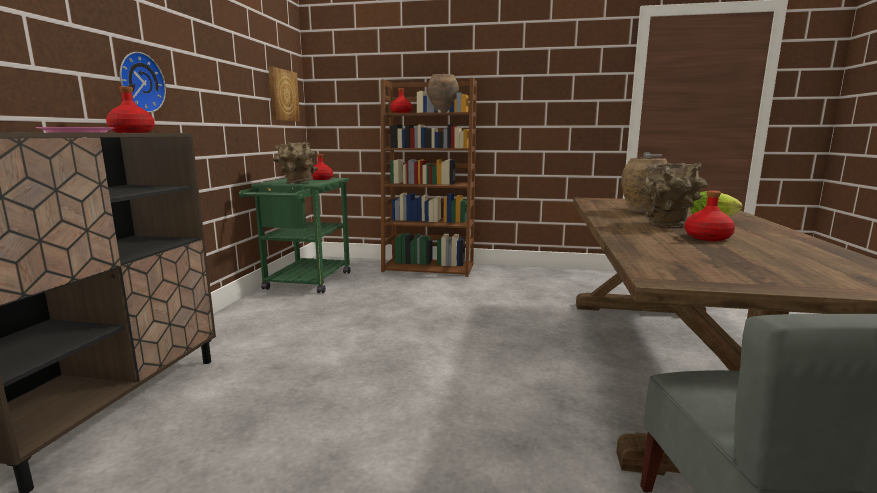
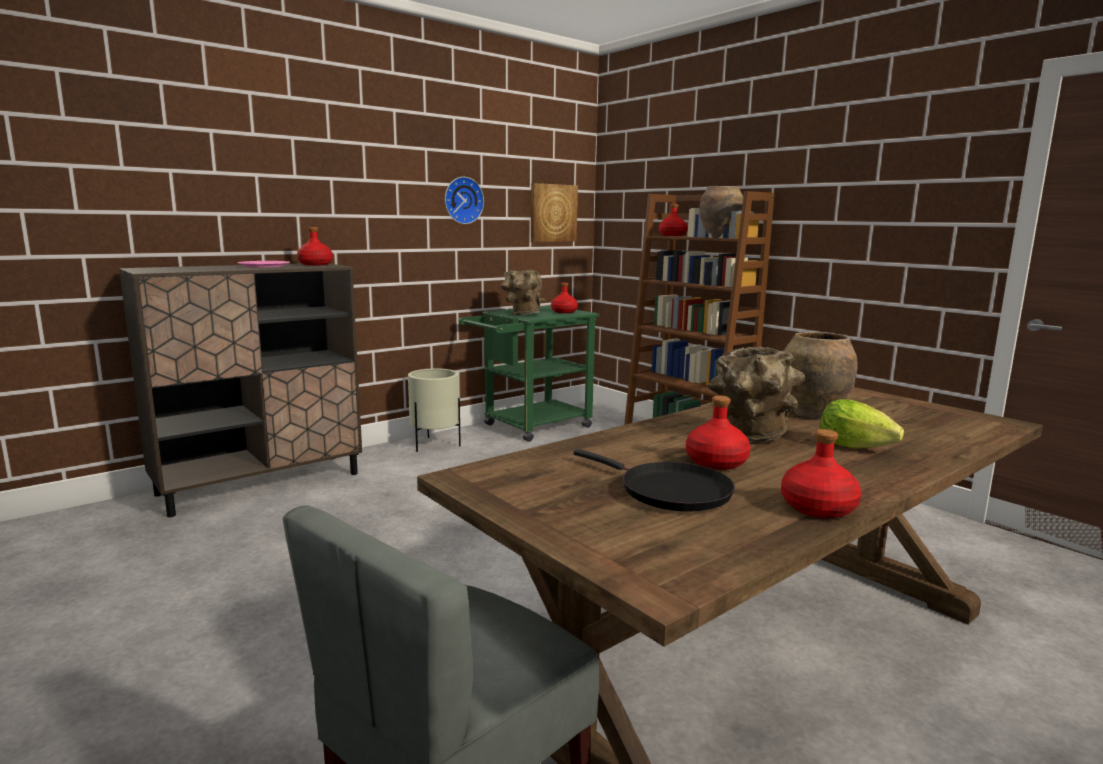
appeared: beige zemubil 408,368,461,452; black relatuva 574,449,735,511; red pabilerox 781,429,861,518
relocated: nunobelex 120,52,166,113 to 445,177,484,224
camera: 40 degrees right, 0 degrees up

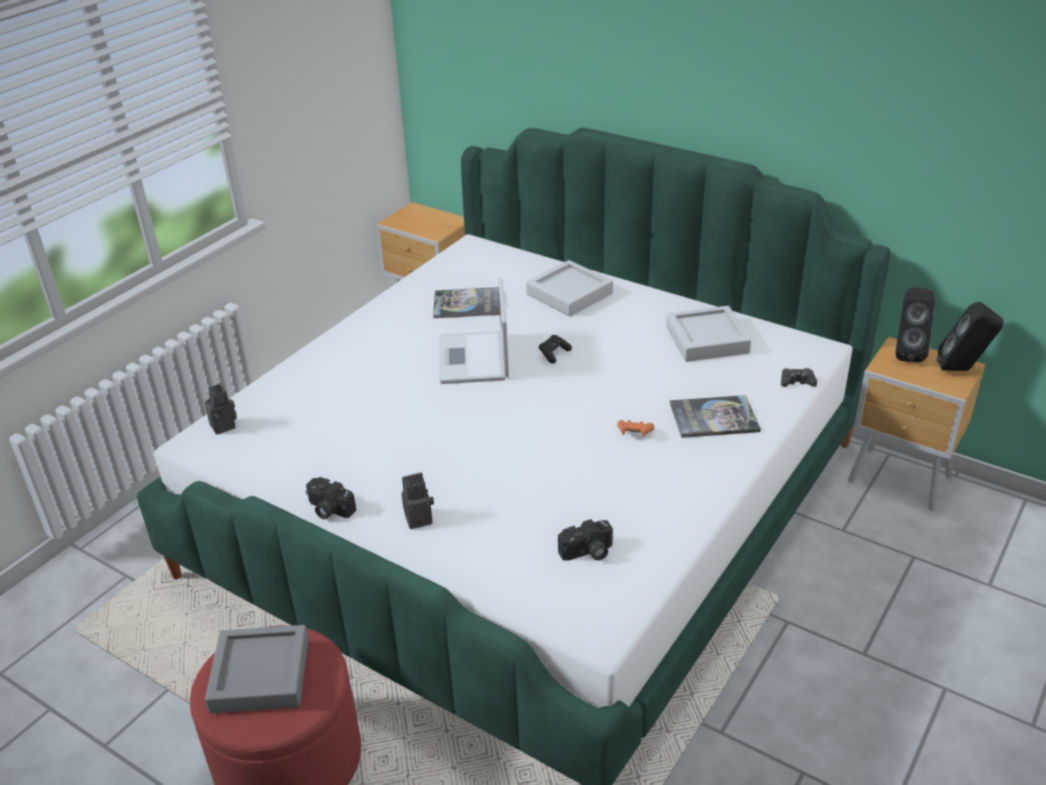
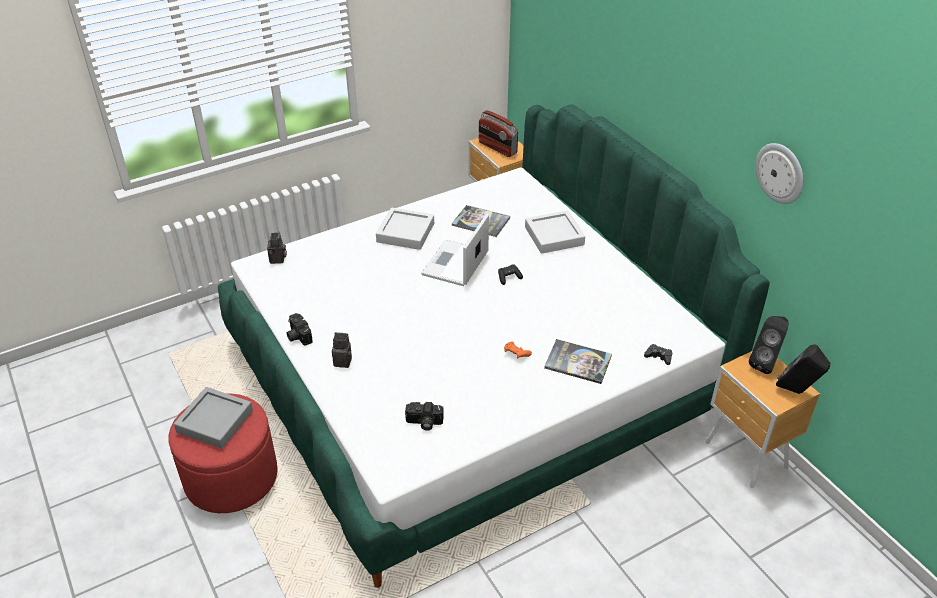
appeared: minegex 479,110,518,157; nunobelex 755,143,804,204
relocated: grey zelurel 666,306,751,362 to 376,208,434,250
camera: 25 degrees right, 5 degrees up

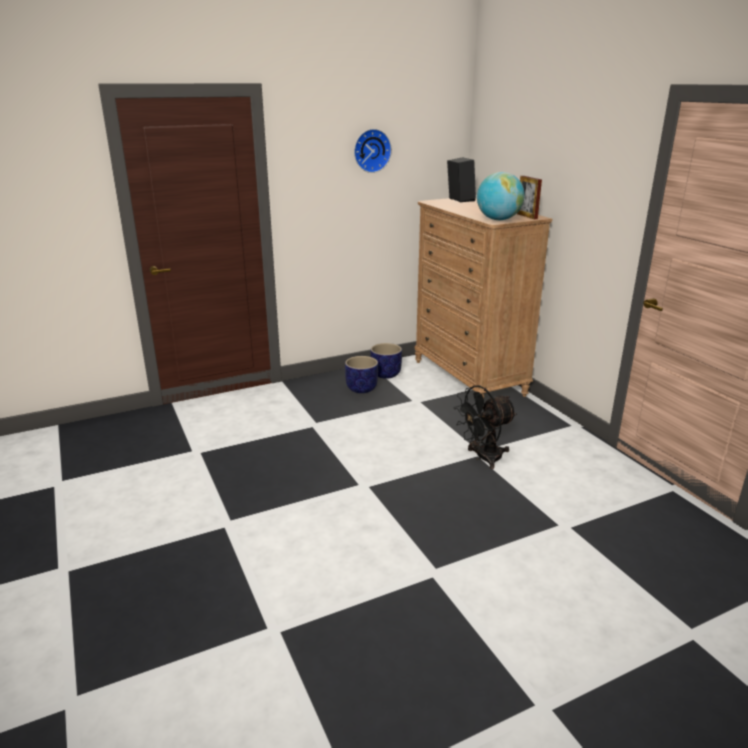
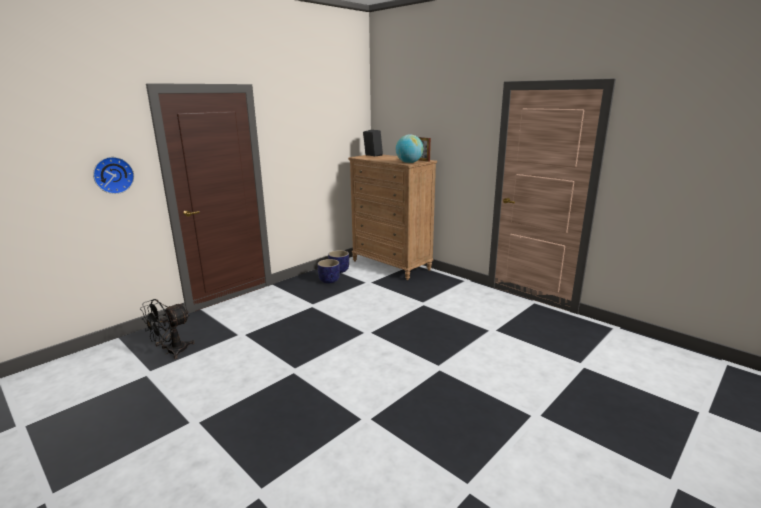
relocated: nunobelex 354,129,392,173 to 93,157,134,194; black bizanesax 454,385,517,469 to 140,299,195,359
camera: 20 degrees left, 5 degrees down

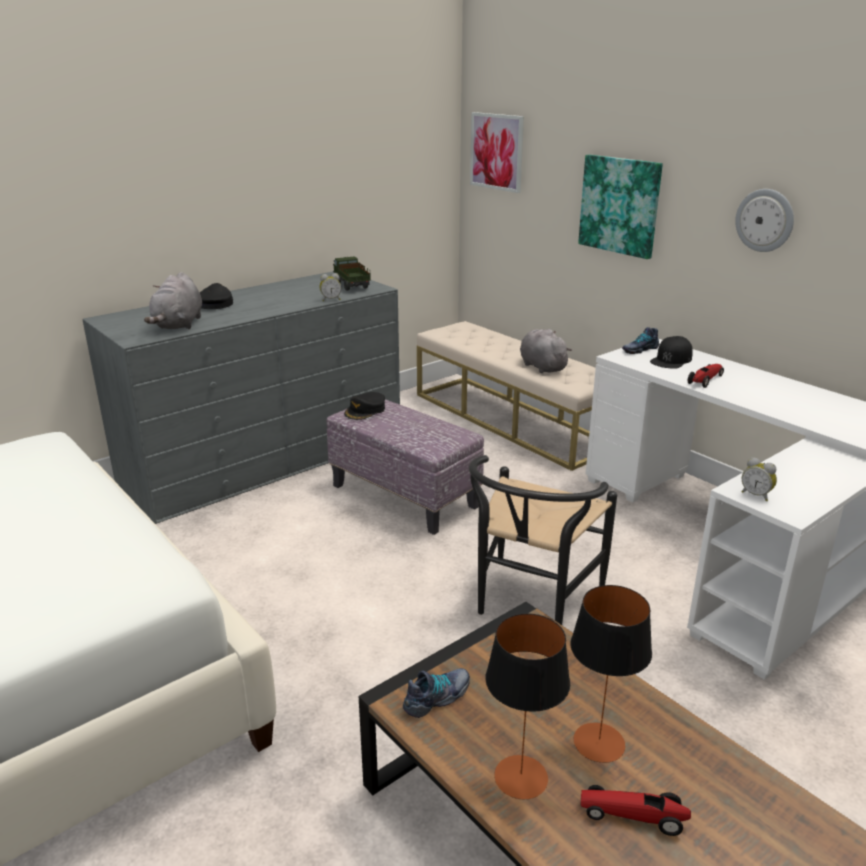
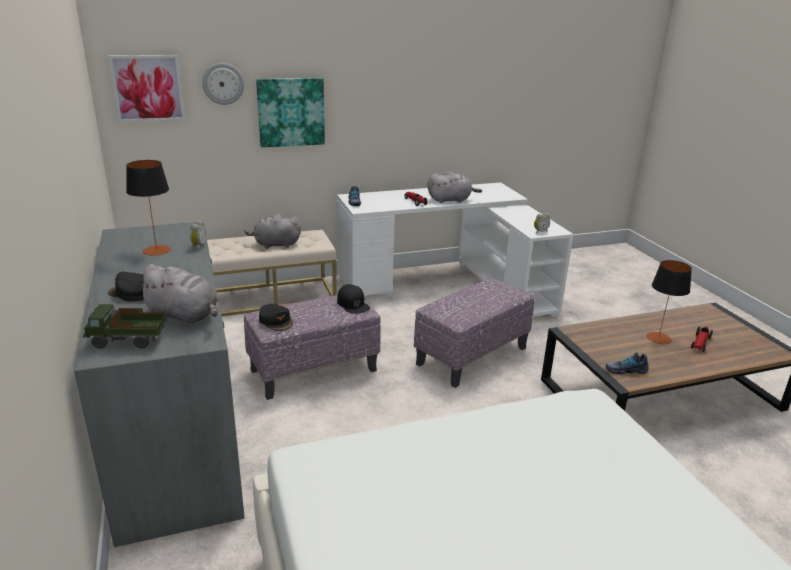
appeared: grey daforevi 428,171,482,203
relocated: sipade 333,256,371,291 to 83,304,166,349; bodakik 485,613,570,799 to 126,160,171,256; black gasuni 650,336,693,369 to 337,284,370,314; nunobelex 735,189,794,252 to 202,63,244,105
exchanged: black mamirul 469,455,617,625 to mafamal 414,278,535,388
spun: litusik 403,668,470,718 = 605,352,649,374 75 degrees counterclockwise
camera: 70 degrees left, 0 degrees up

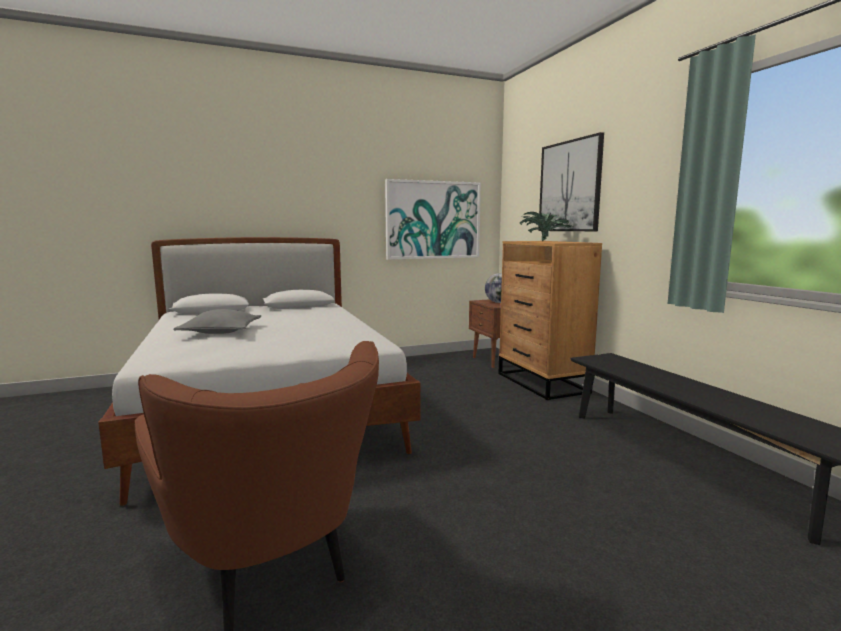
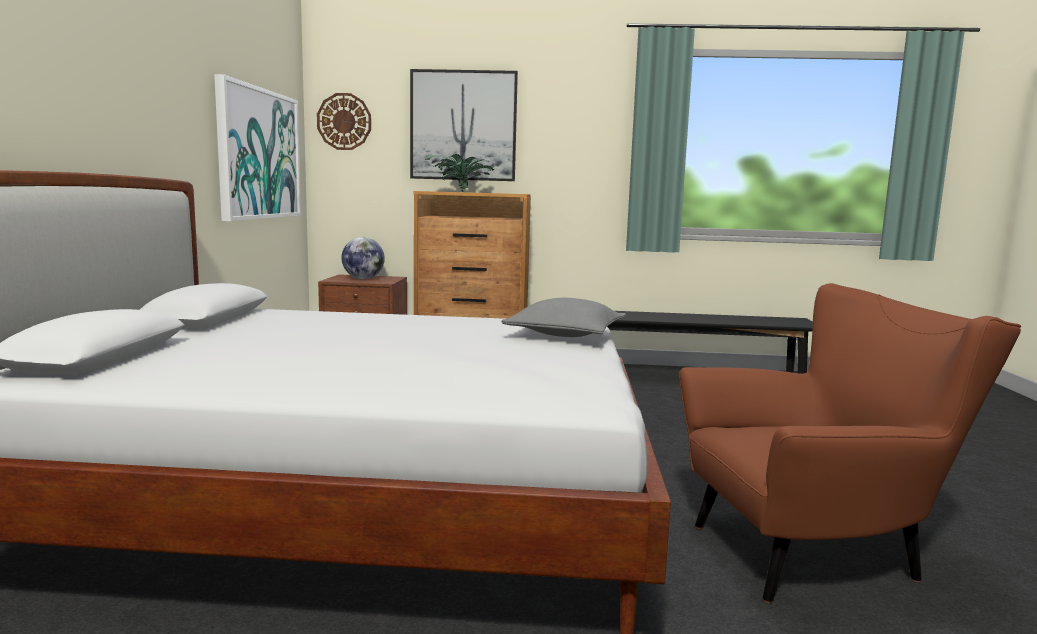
appeared: nunobelex 317,93,371,150
relocated: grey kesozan 173,309,261,334 to 501,298,626,337
camera: 65 degrees left, 0 degrees up

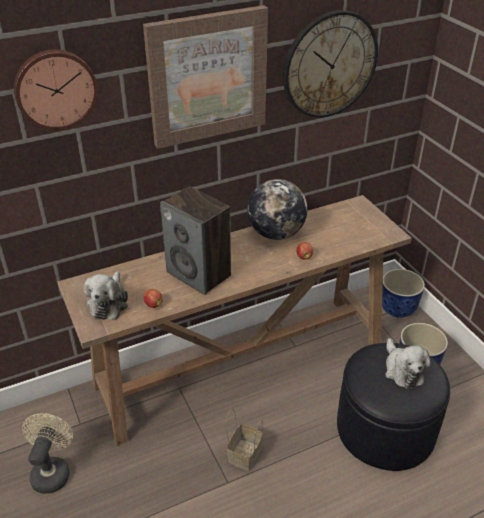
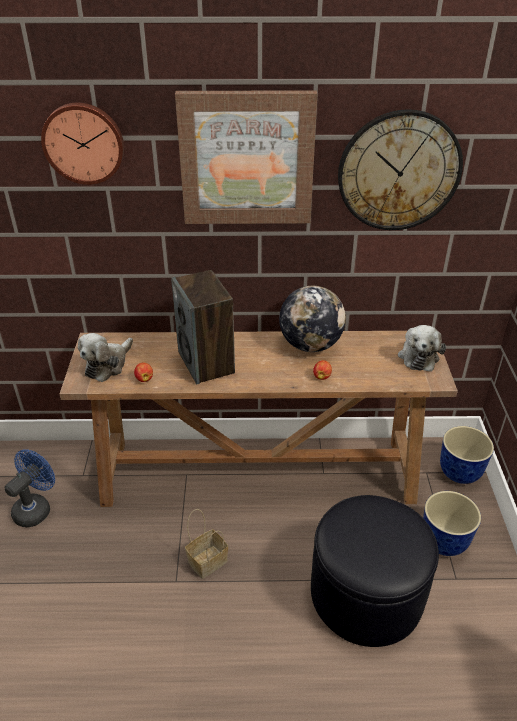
relocated: daforevi 385,338,430,389 to 398,325,446,371
colour: beige bizanesax 22,413,73,494 to blue bizanesax 5,449,55,527
camera: 25 degrees right, 0 degrees up

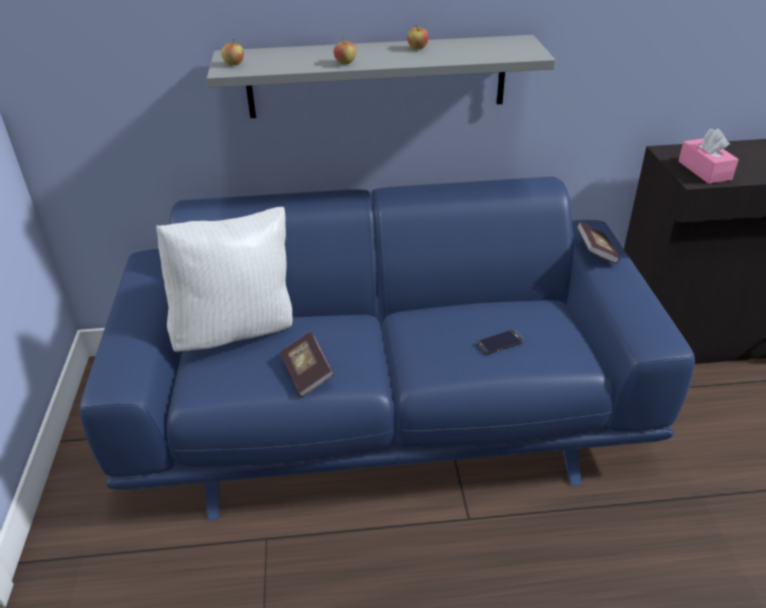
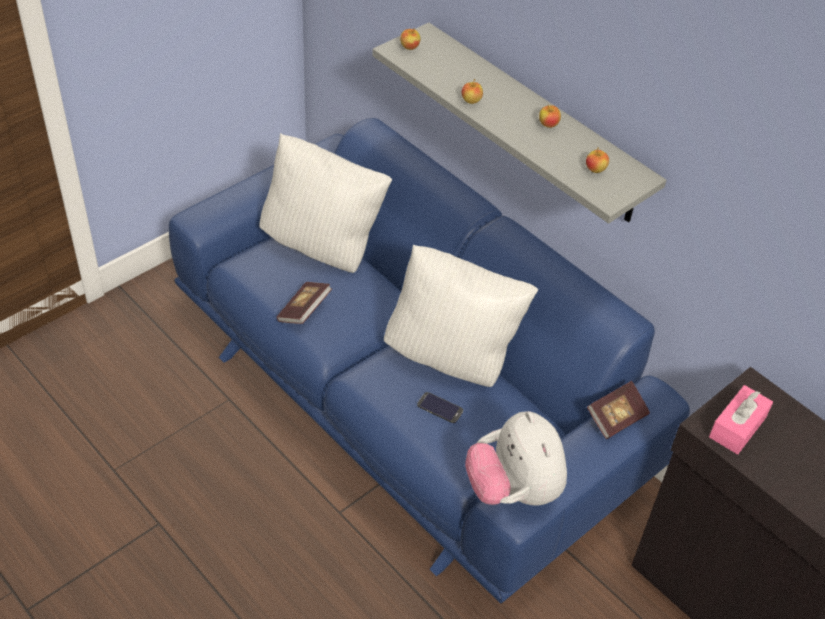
appeared: white kesozan 384,244,538,387; daforevi 465,411,567,506; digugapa 586,147,609,173
camera: 50 degrees right, 10 degrees up

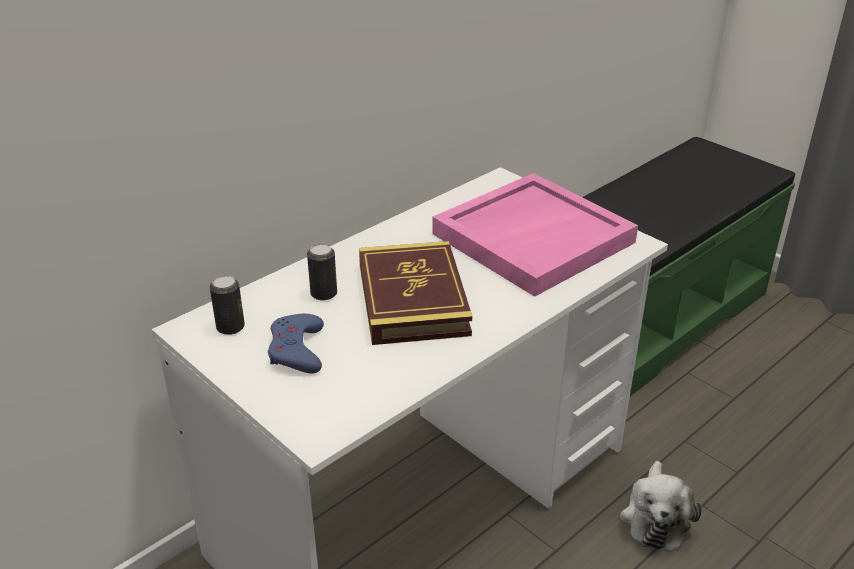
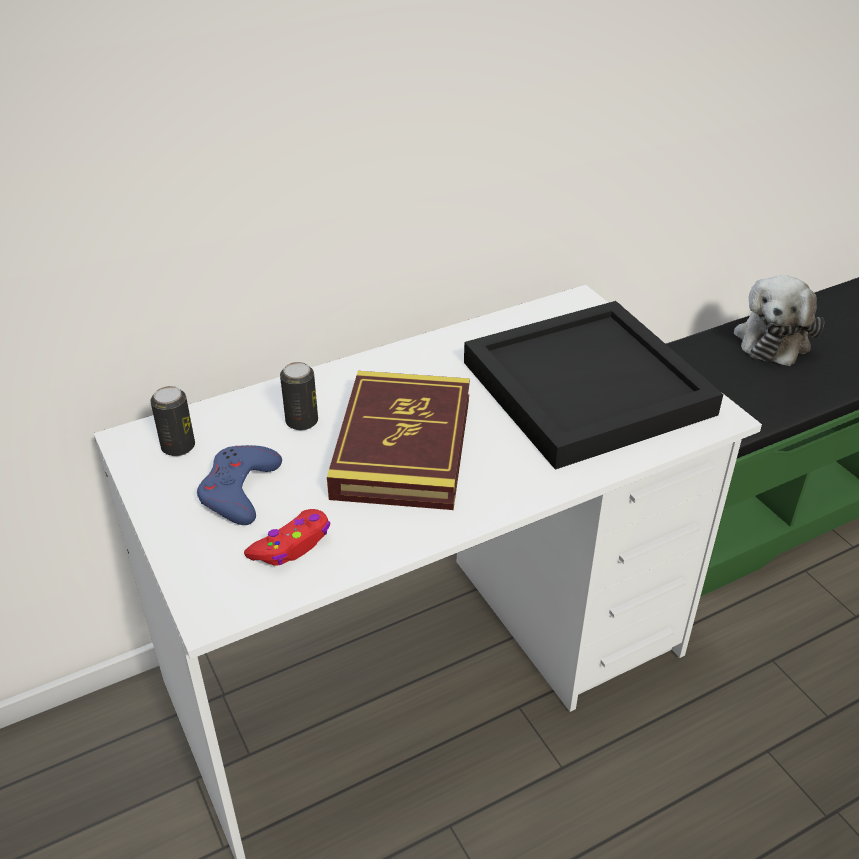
appeared: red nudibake 244,509,330,566
relocated: daforevi 620,461,701,551 to 734,275,825,366
colour: pink zelurel 432,173,638,297 to black zelurel 464,301,723,470
camera: 15 degrees right, 5 degrees up

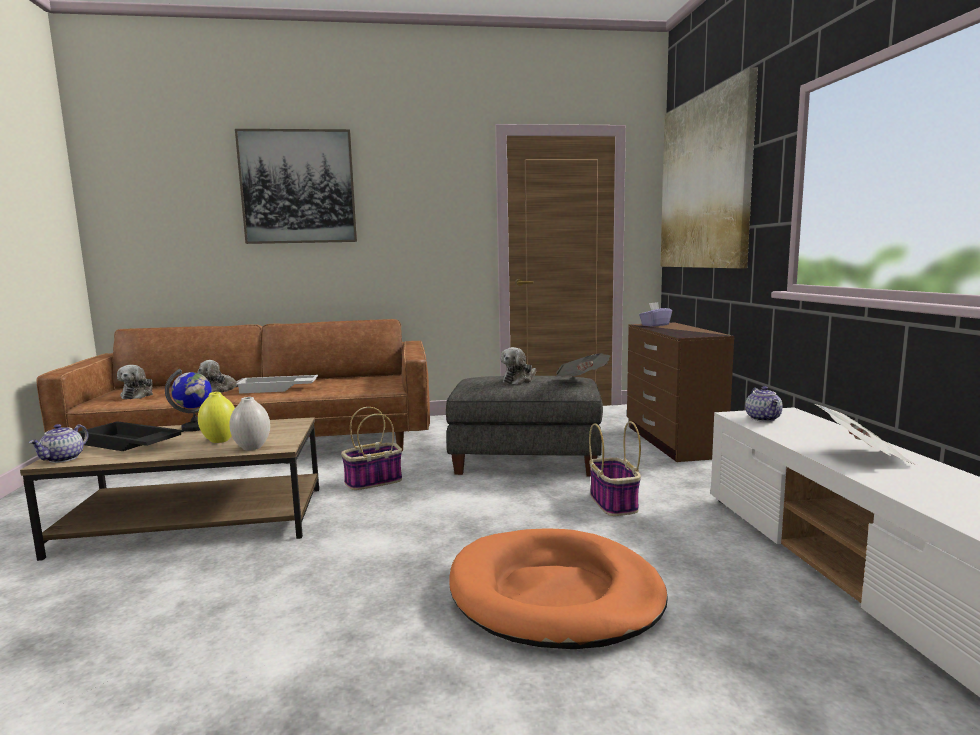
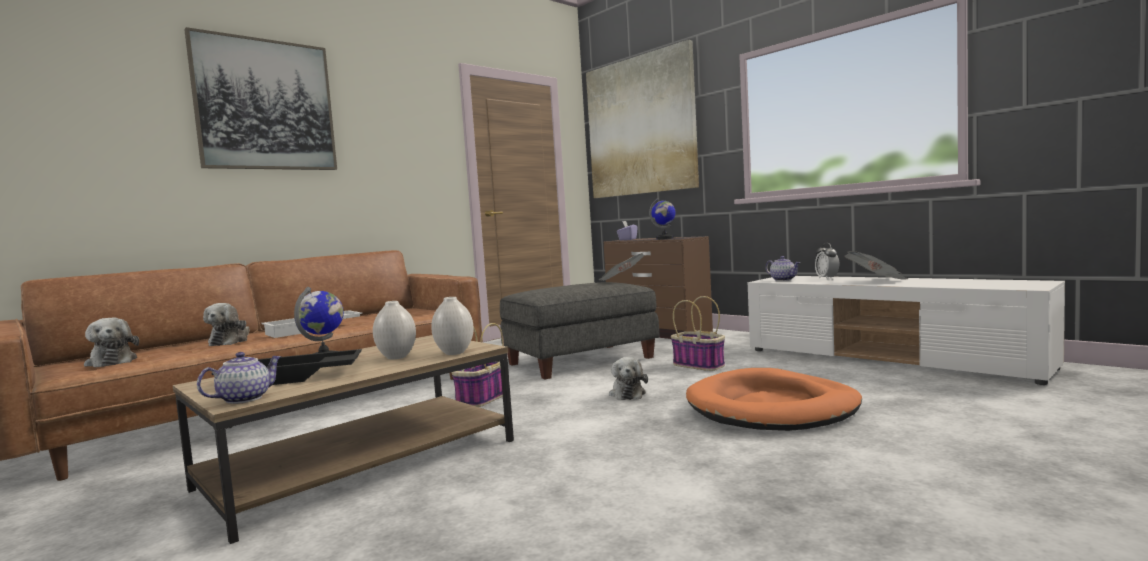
appeared: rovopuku 649,198,676,239; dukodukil 815,243,839,280
relocated: daforevi 501,347,536,385 to 609,357,648,400
colour: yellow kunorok 198,392,235,443 to white kunorok 373,301,416,359
spun: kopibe 29,424,88,463 = 197,352,282,404 120 degrees counterclockwise
camera: 35 degrees left, 5 degrees down

